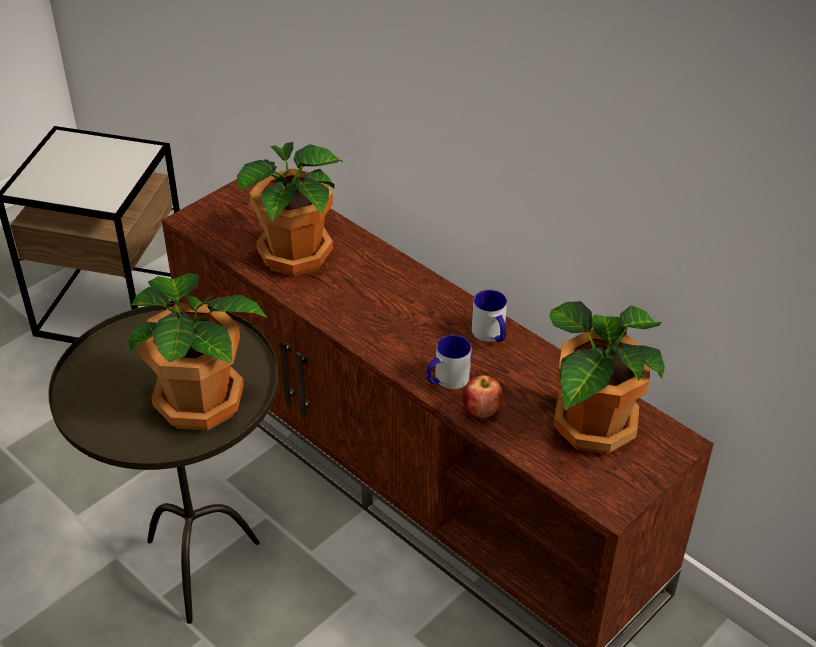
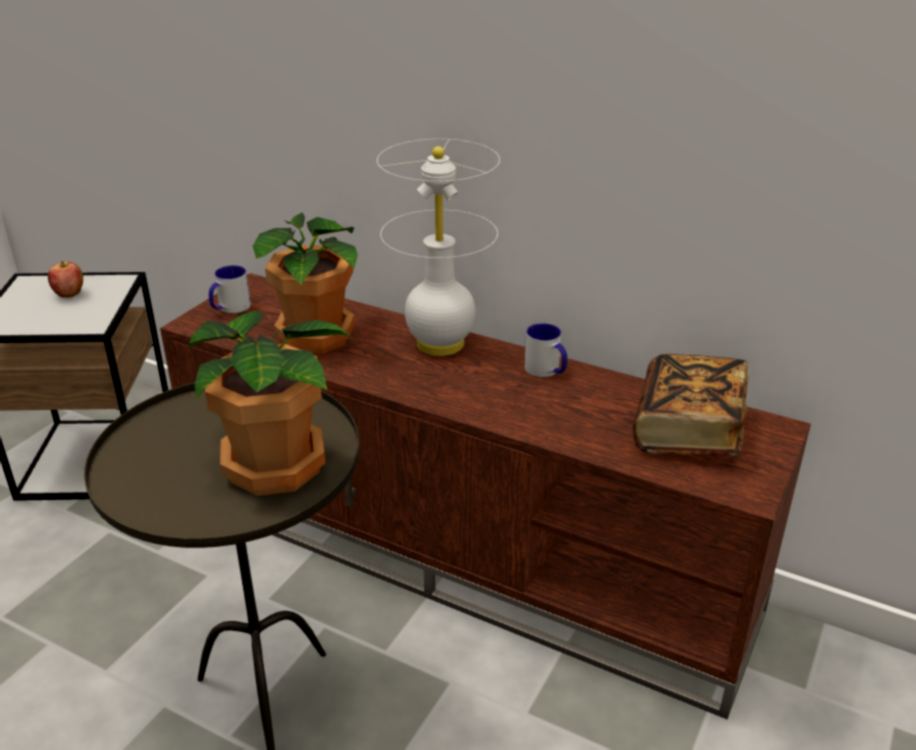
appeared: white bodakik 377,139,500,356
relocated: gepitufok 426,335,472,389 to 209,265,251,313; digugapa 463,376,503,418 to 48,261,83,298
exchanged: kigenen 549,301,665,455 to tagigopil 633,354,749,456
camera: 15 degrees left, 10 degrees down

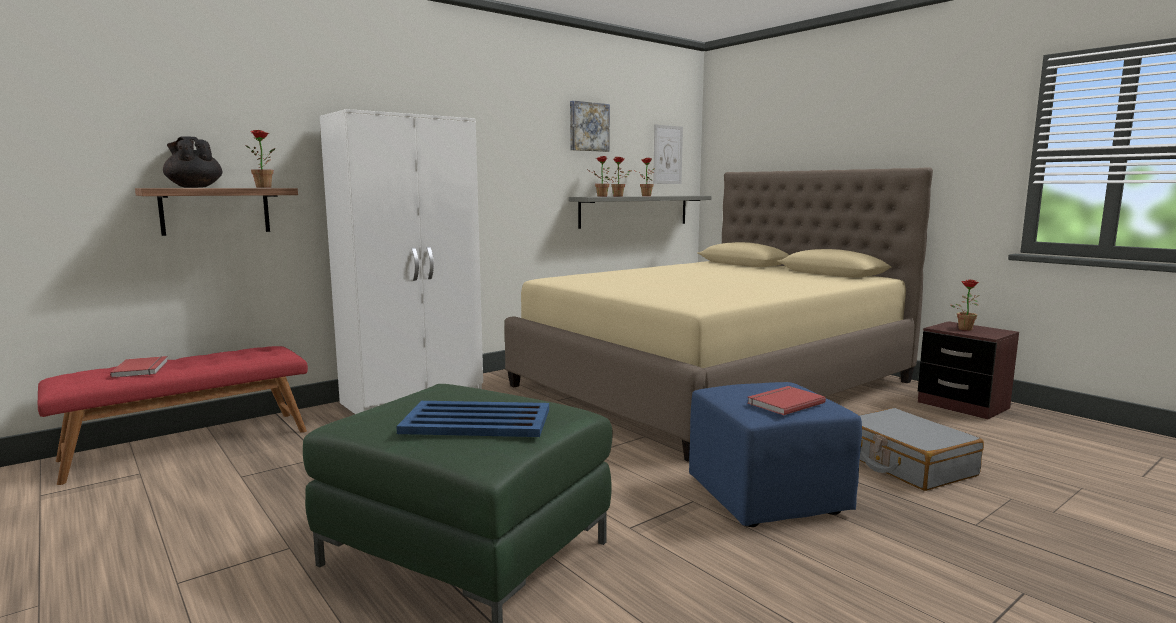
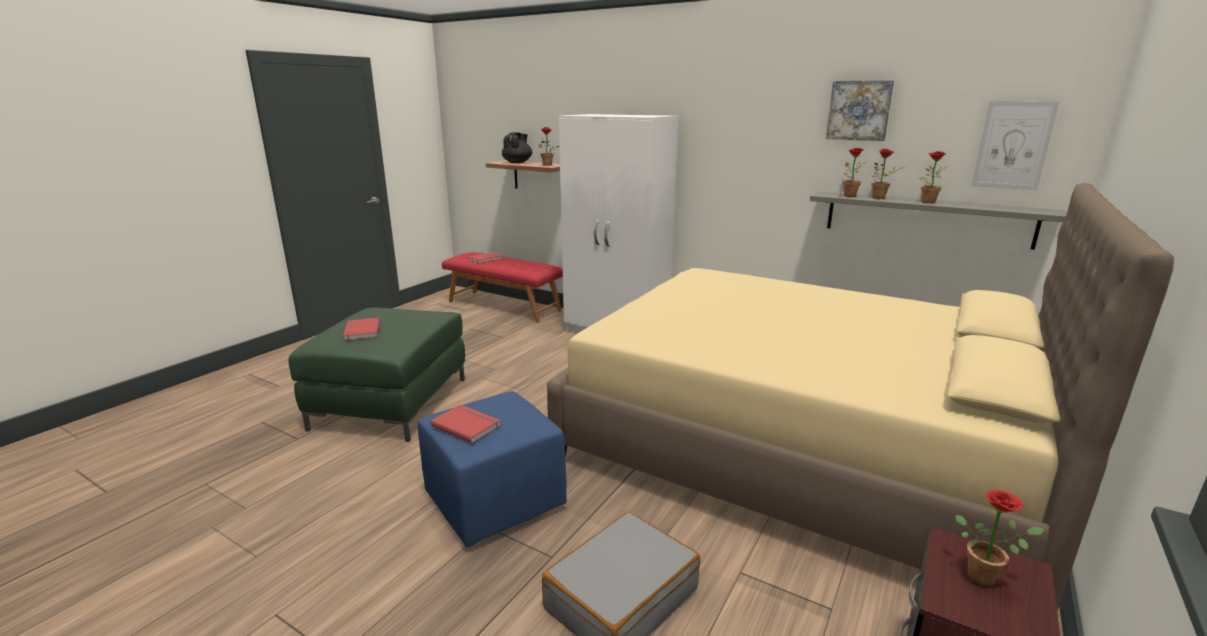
exchanged: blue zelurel 396,401,549,437 to red tagigopil 343,318,380,340
camera: 70 degrees right, 10 degrees up

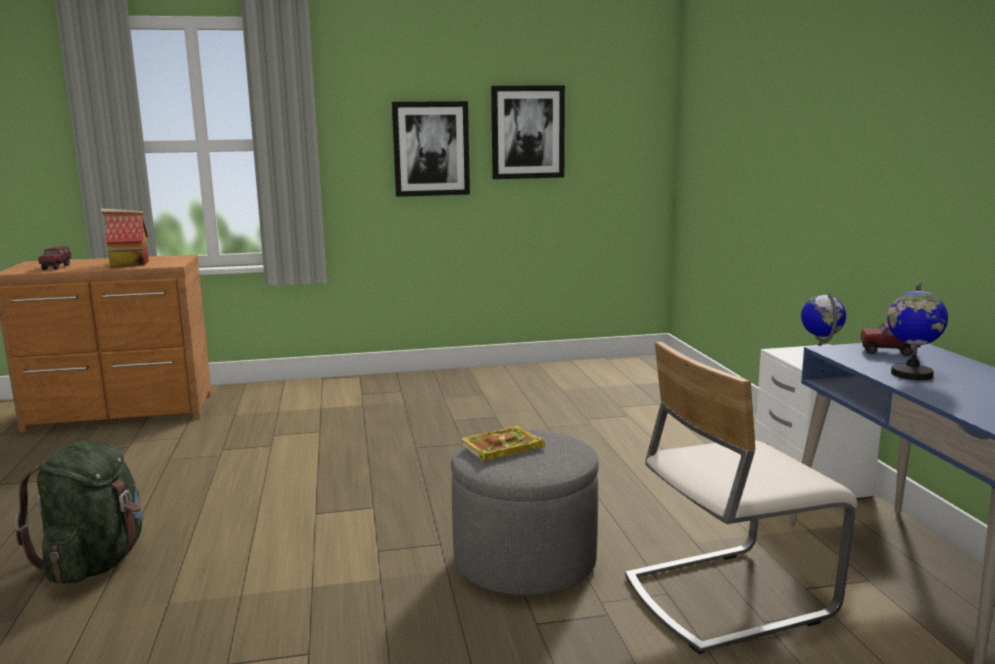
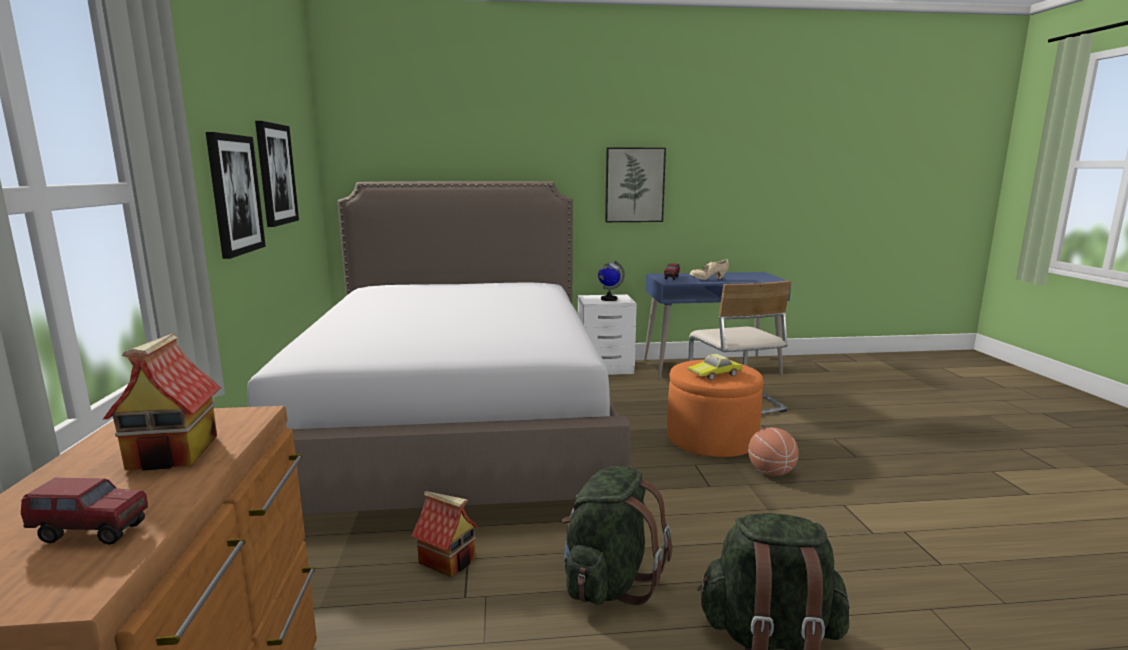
appeared: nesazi 248,181,631,514; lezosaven 411,491,478,577; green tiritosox 562,466,672,605; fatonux 605,148,666,222; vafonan 748,427,799,476
exchanged: tagigopil 461,426,545,462 to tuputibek 687,354,742,380; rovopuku 887,282,948,380 to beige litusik 690,259,729,280
colour: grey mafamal 451,429,599,595 to orange mafamal 667,360,764,457
camera: 85 degrees left, 0 degrees up

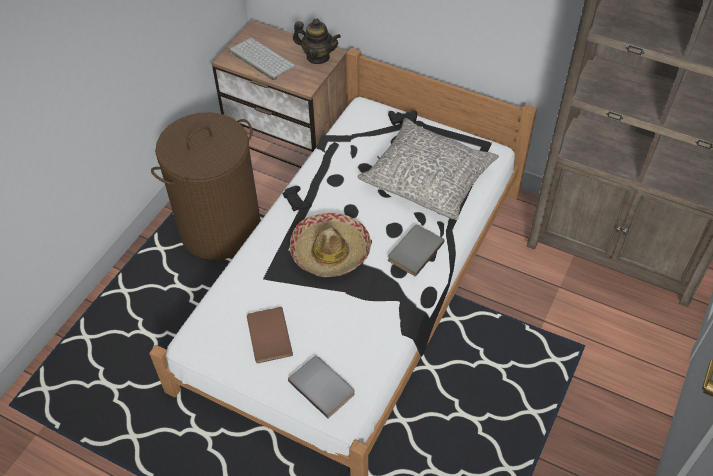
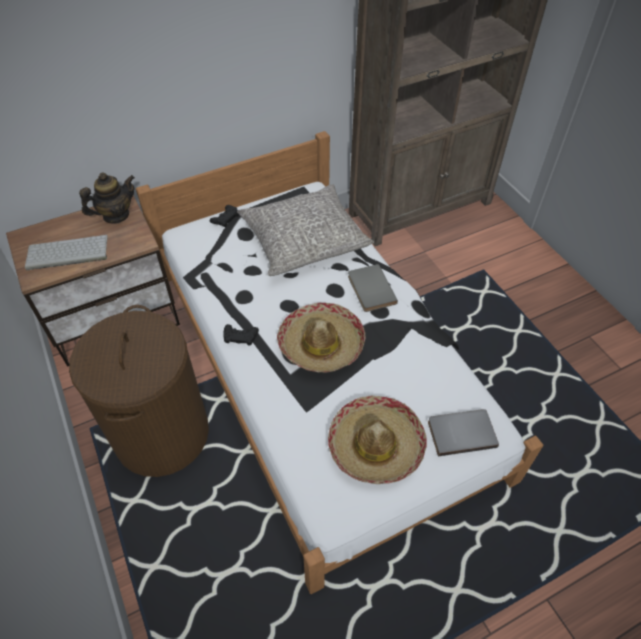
exchanged: brown tagigopil 247,307,293,363 to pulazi 328,396,427,484
camera: 55 degrees left, 0 degrees up

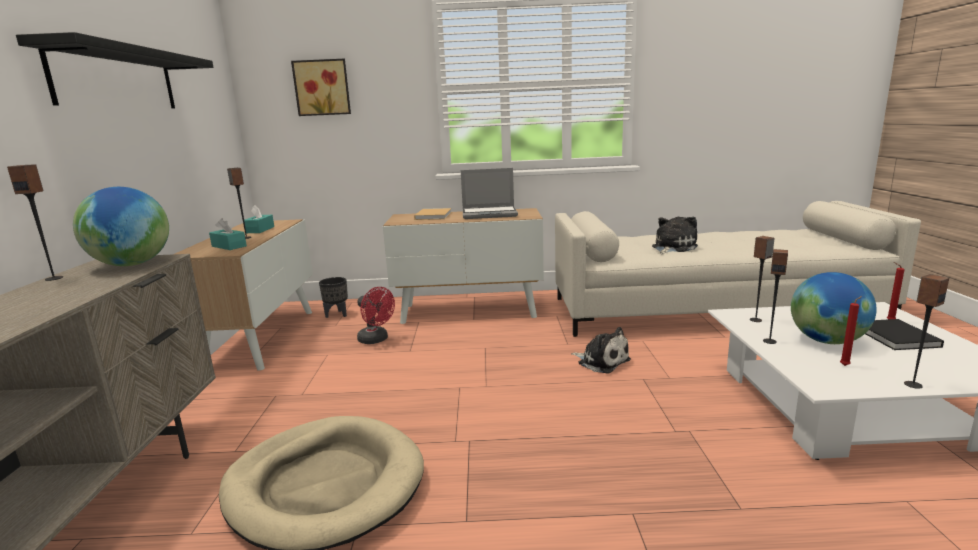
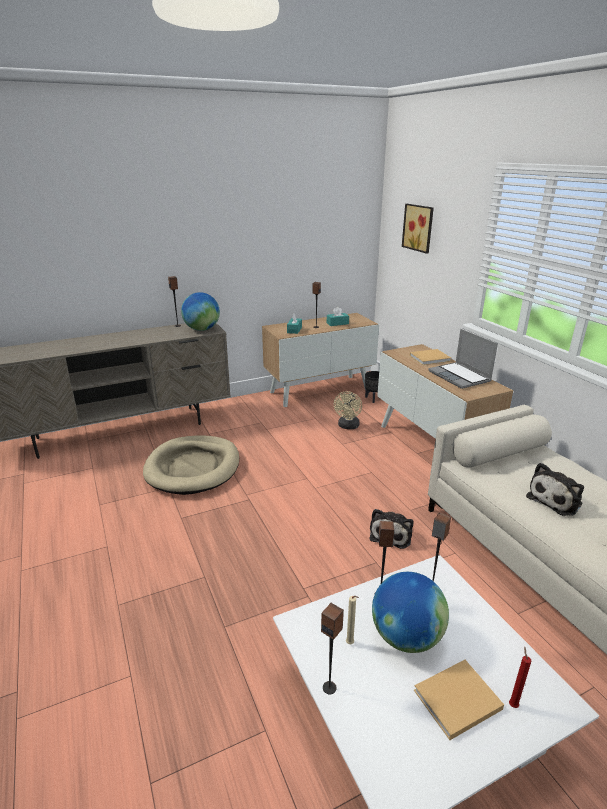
missing: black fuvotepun 16,32,214,108
colour: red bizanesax 357,287,395,344 to beige bizanesax 334,391,362,429; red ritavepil 840,296,862,366 to beige ritavepil 346,596,359,644; black tagigopil 865,319,944,350 to beige tagigopil 414,660,504,740
spun: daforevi 652,217,698,254 = 526,463,584,516 120 degrees clockwise
camera: 65 degrees right, 10 degrees up

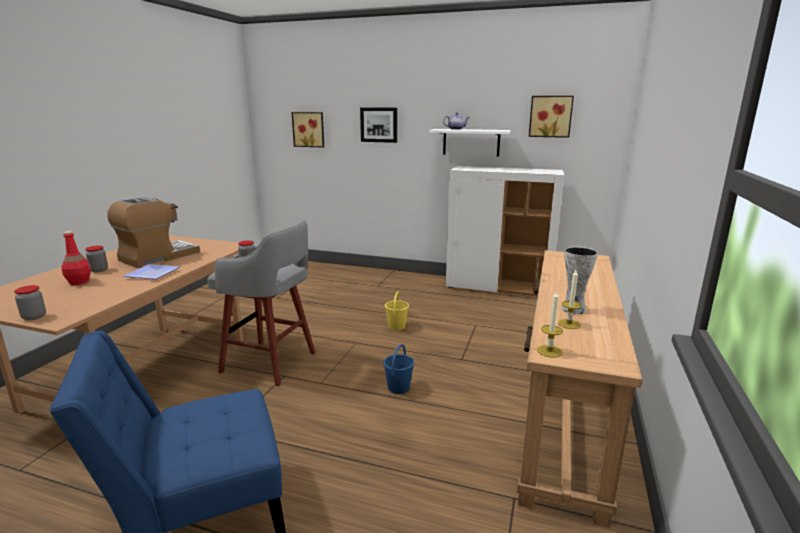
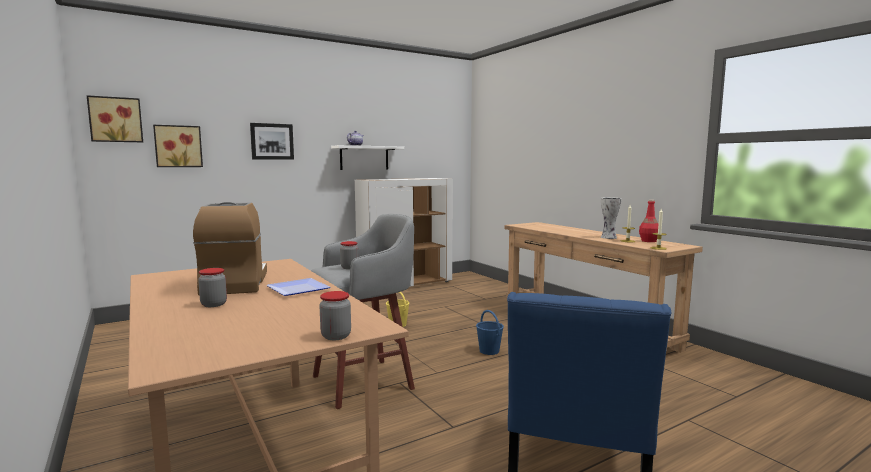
relocated: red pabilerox 61,231,91,285 to 639,200,658,242; fatonux 529,96,574,138 to 87,95,143,142
camera: 50 degrees left, 10 degrees down

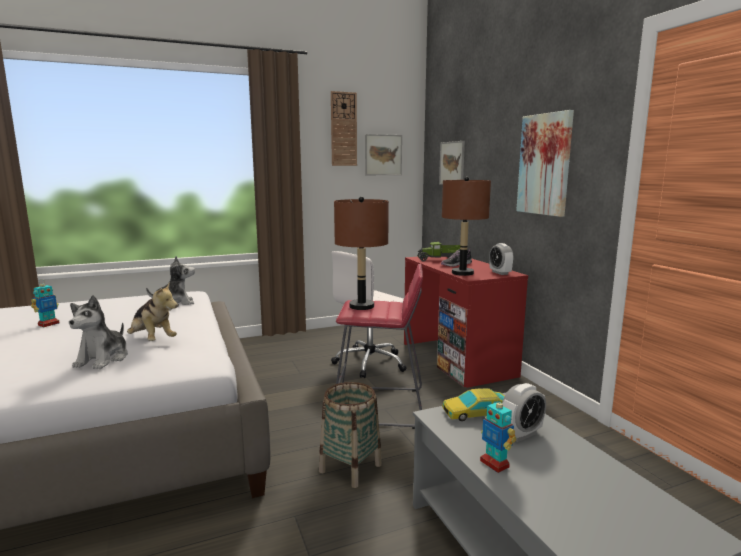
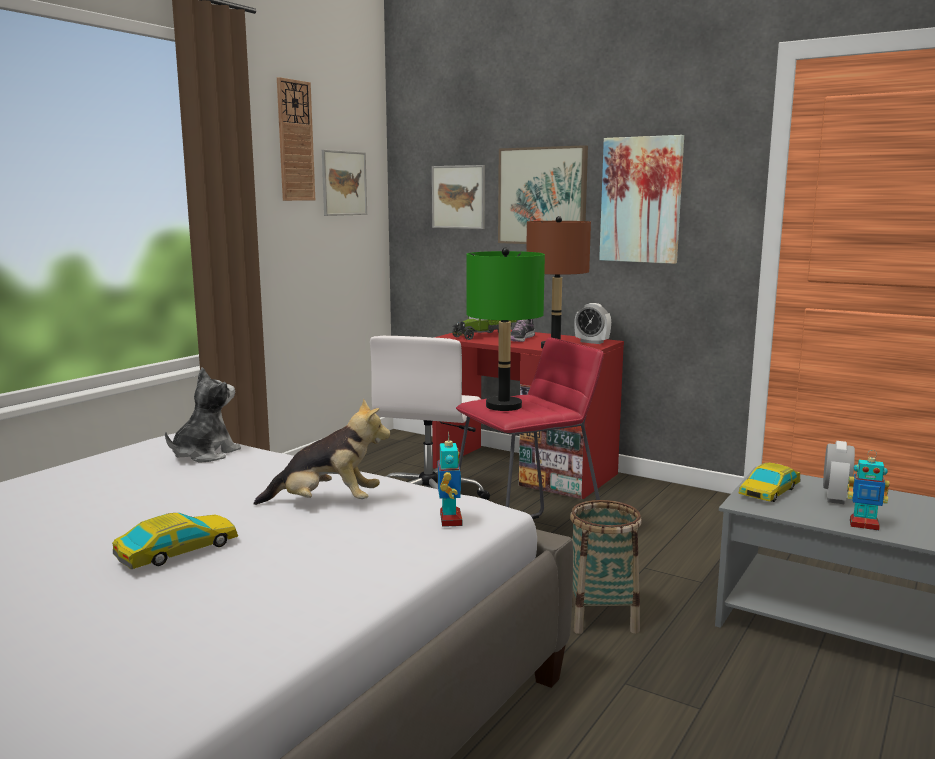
missing: daforevi 69,295,128,369
appeared: tuputibek 112,513,238,569; fatonux 498,145,588,244
relocated: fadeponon 31,279,60,327 to 438,432,463,527
colour: brown bodakik 334,196,389,310 to green bodakik 466,247,545,411
camera: 35 degrees left, 0 degrees up

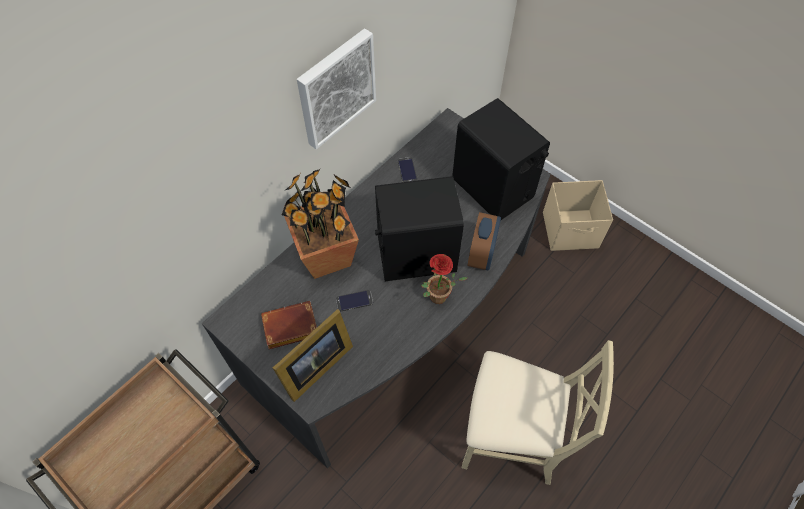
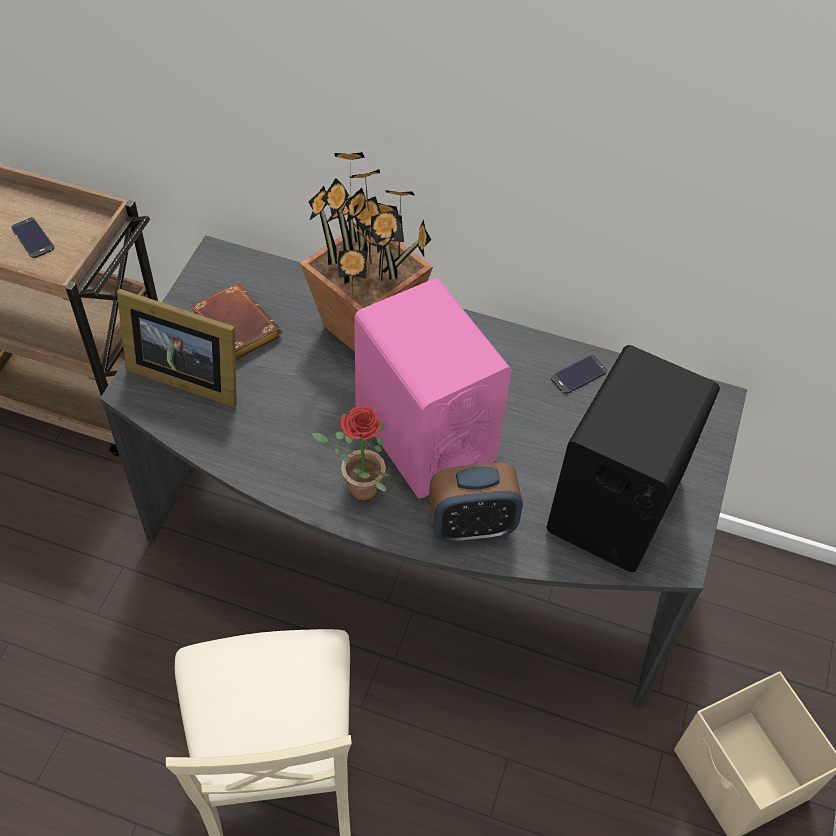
missing: fatonux 297,28,376,149
relocated: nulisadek 336,290,373,311 to 11,218,54,258
colour: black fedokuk 375,176,464,281 to pink fedokuk 354,278,512,499
camera: 65 degrees right, 5 degrees down

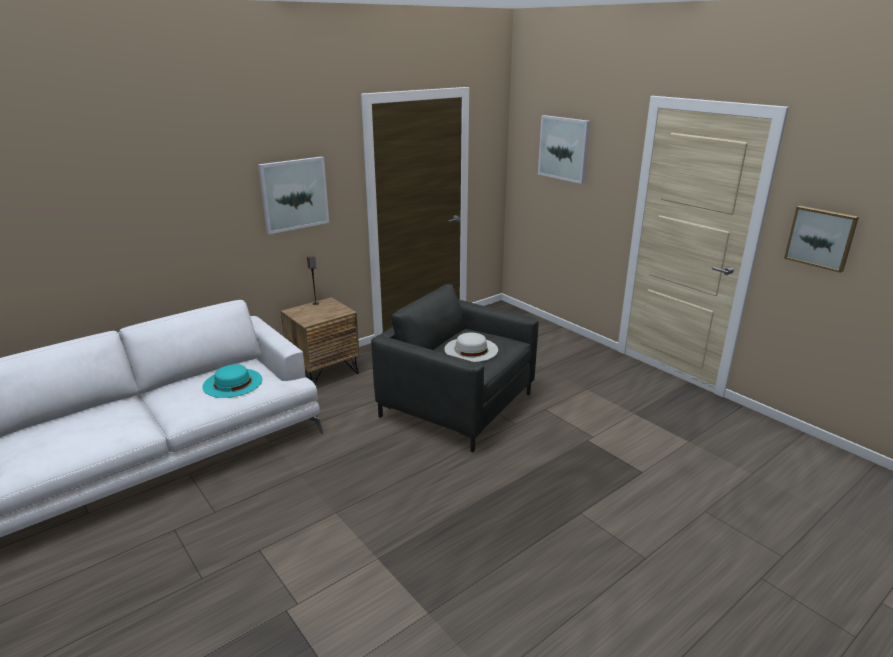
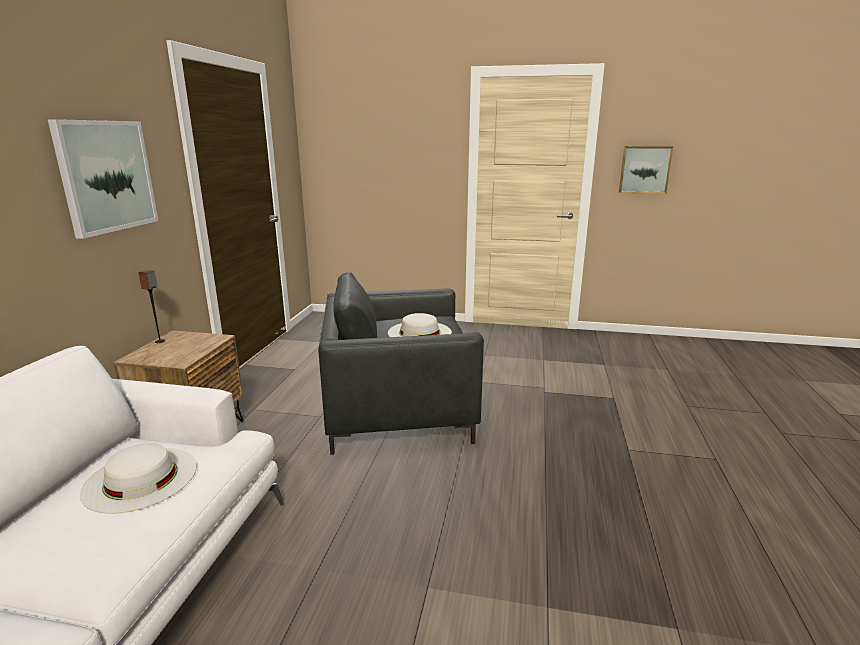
missing: fatonux 538,115,590,184
colour: turquoise pulazi 202,364,262,398 to white pulazi 80,443,197,514
camera: 40 degrees left, 5 degrees down

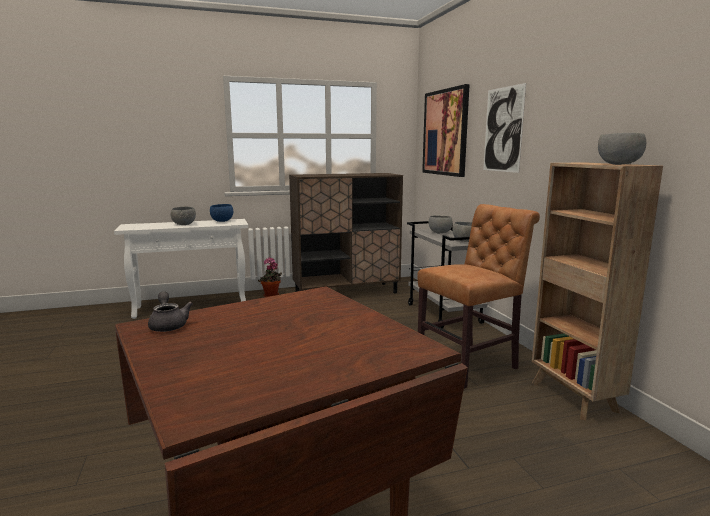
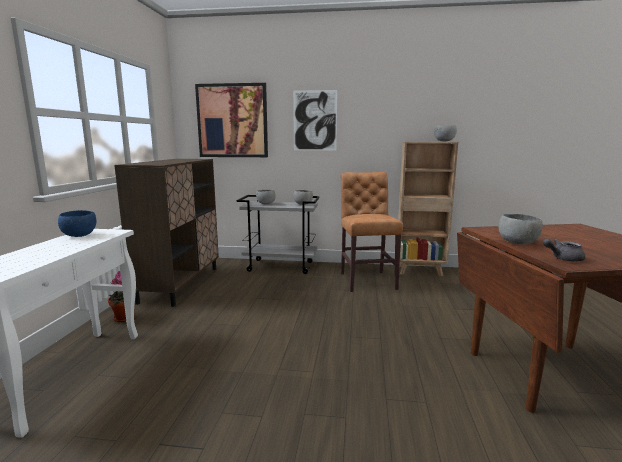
relocated: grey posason 170,207,196,225 to 499,214,543,245
camera: 65 degrees left, 0 degrees up

